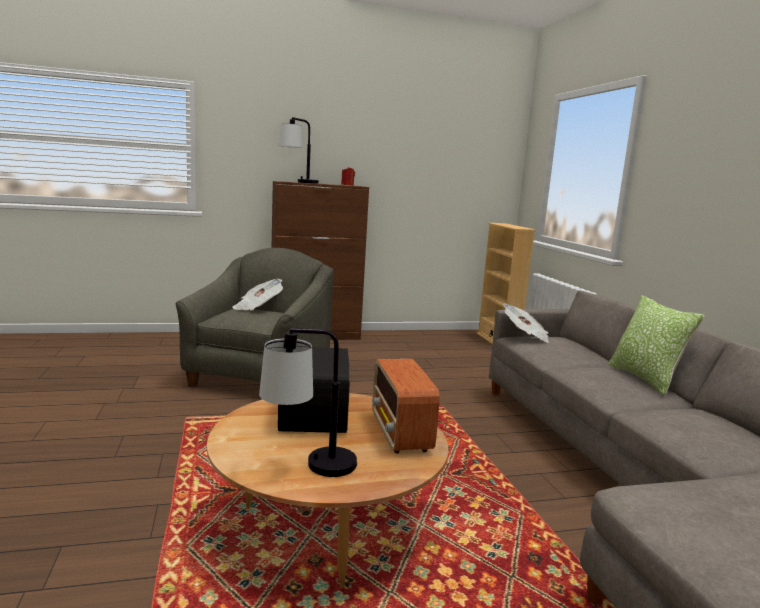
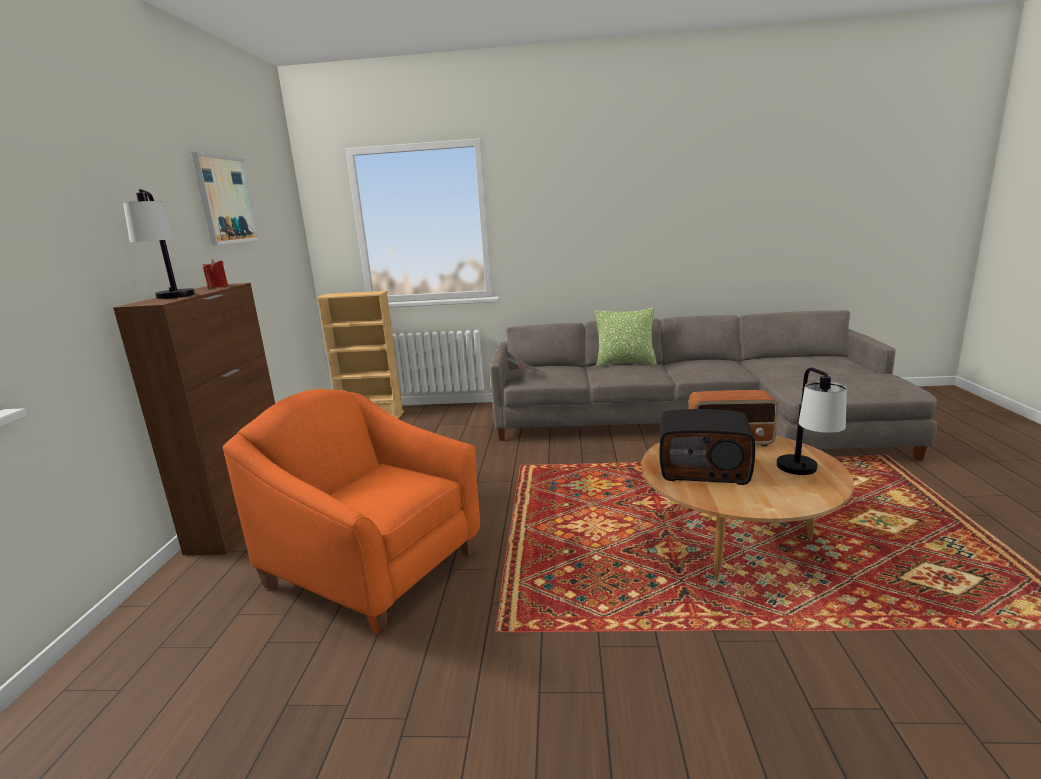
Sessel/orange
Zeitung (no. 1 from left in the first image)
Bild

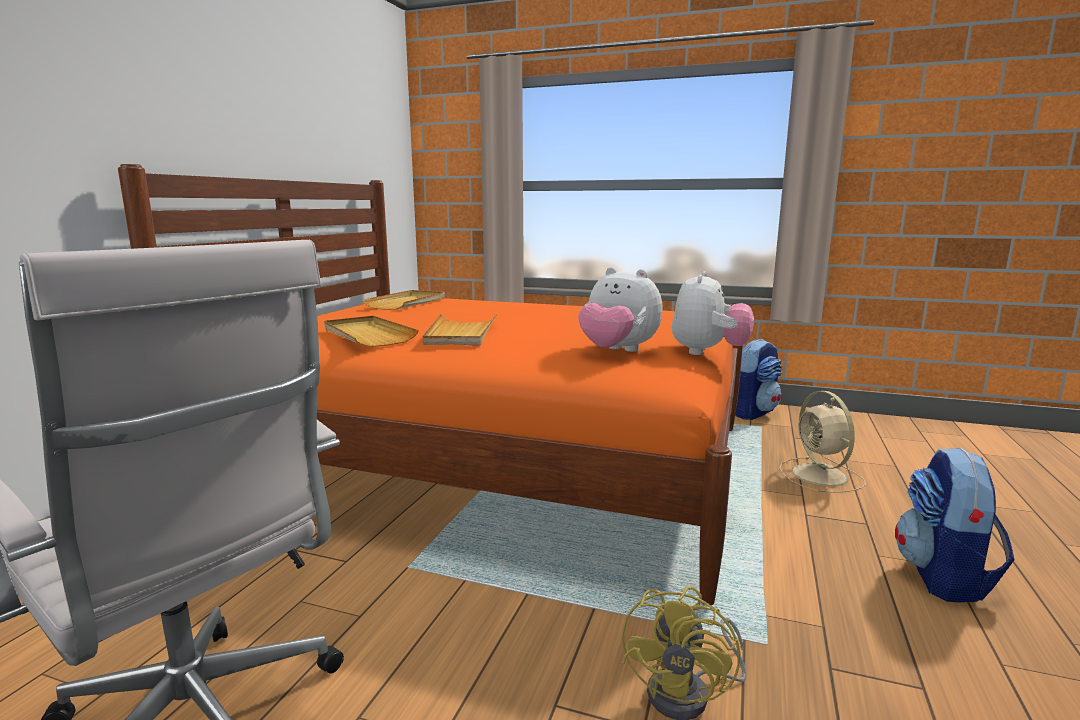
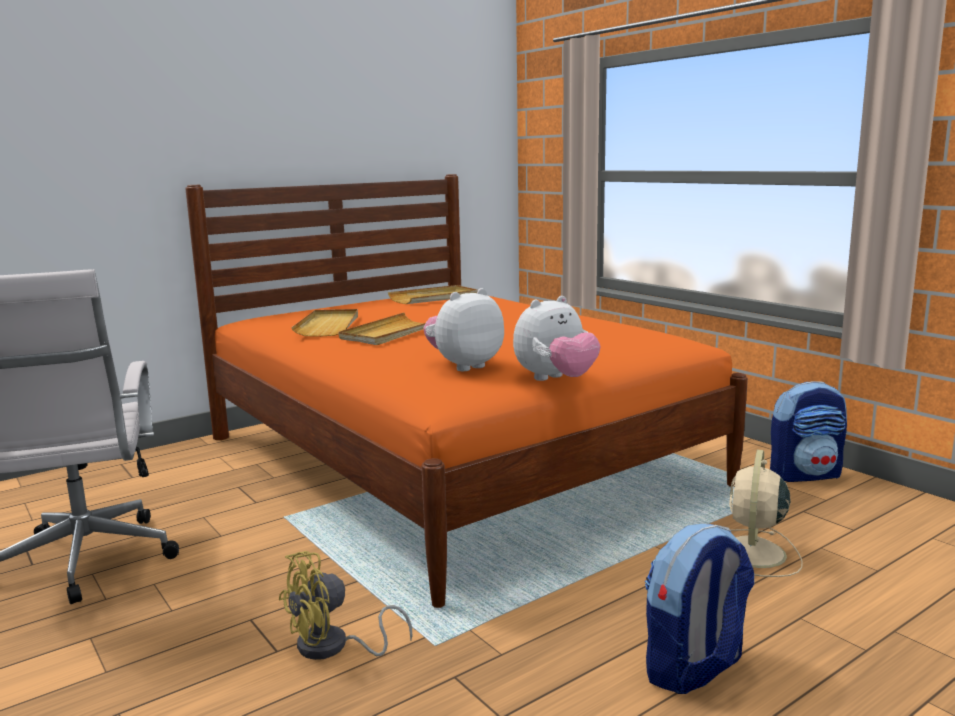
Plüschtier (no. 1 from left)

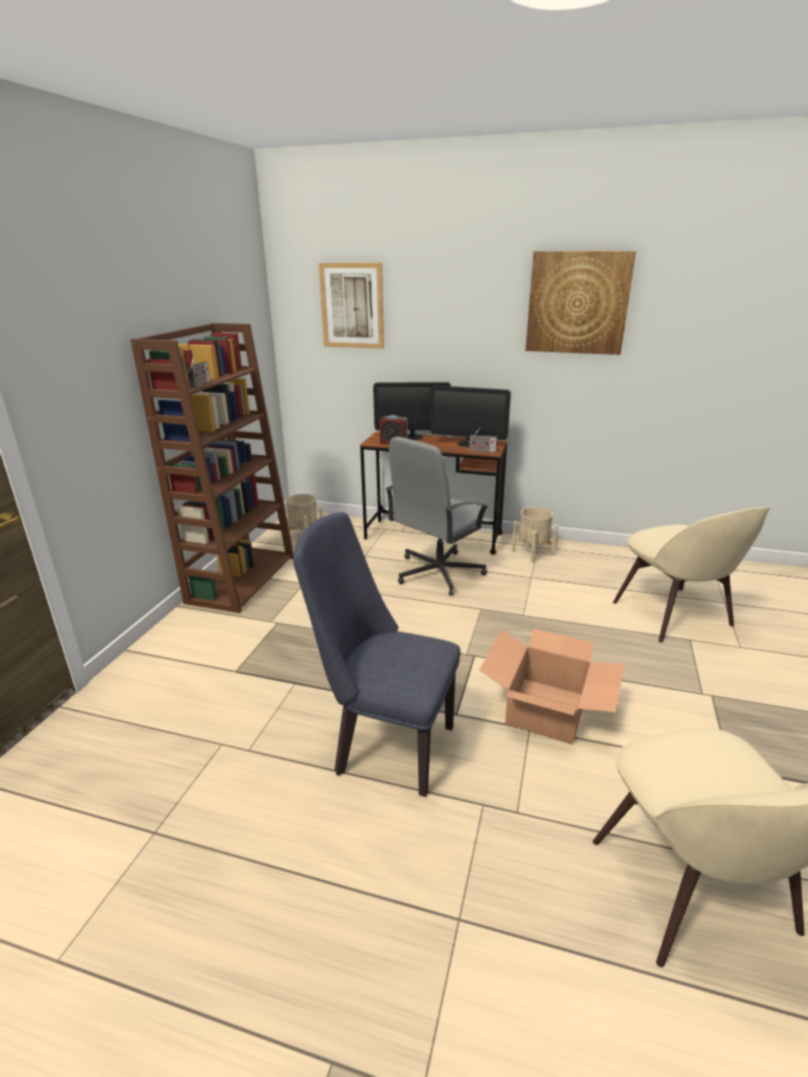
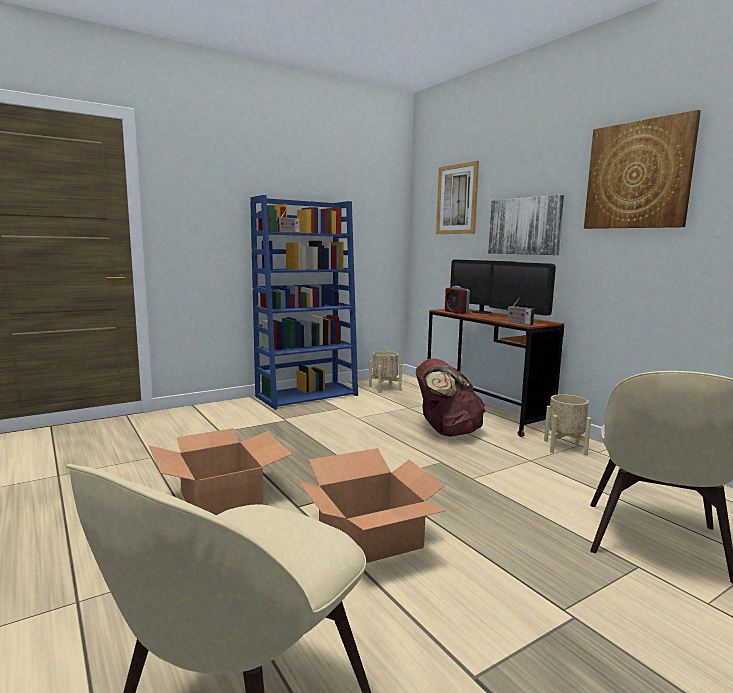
Bücherregal/blau
Rucksack/braun
Karton (no. 1 from left)
Bild (no. 2 from left)

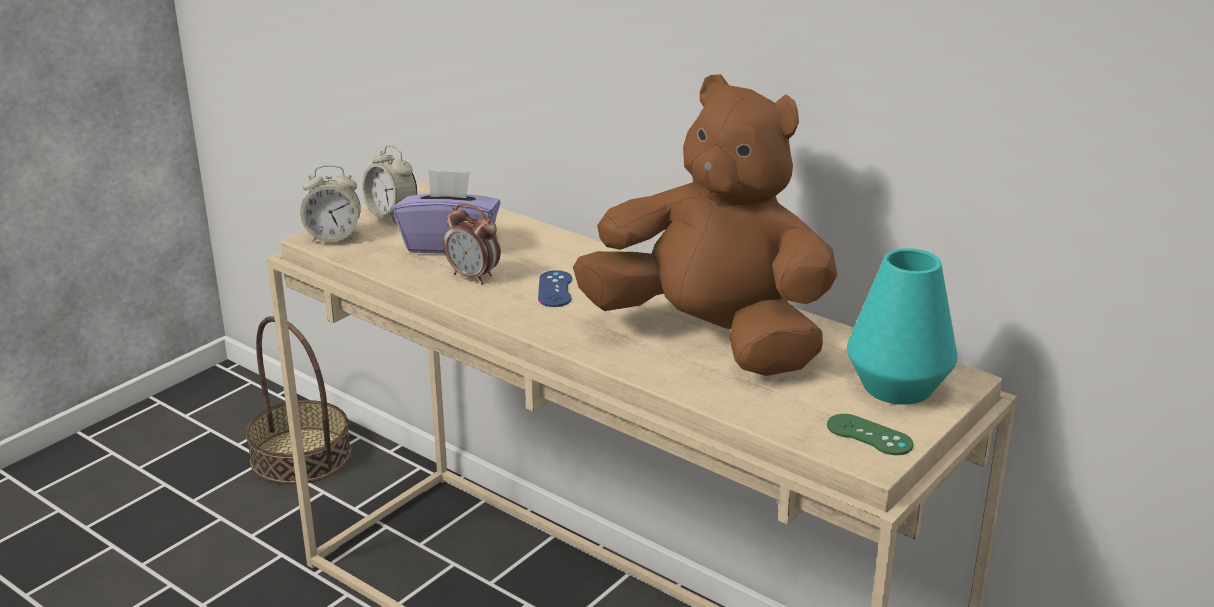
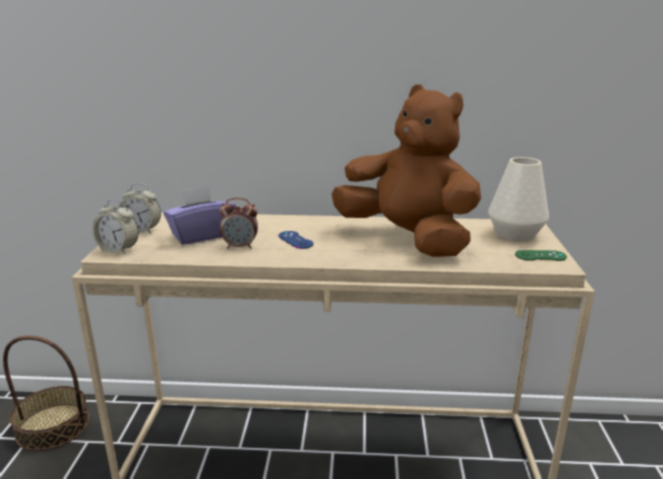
Plüschtier/braun
Wecker (no. 1 from left)
Vase/weiß

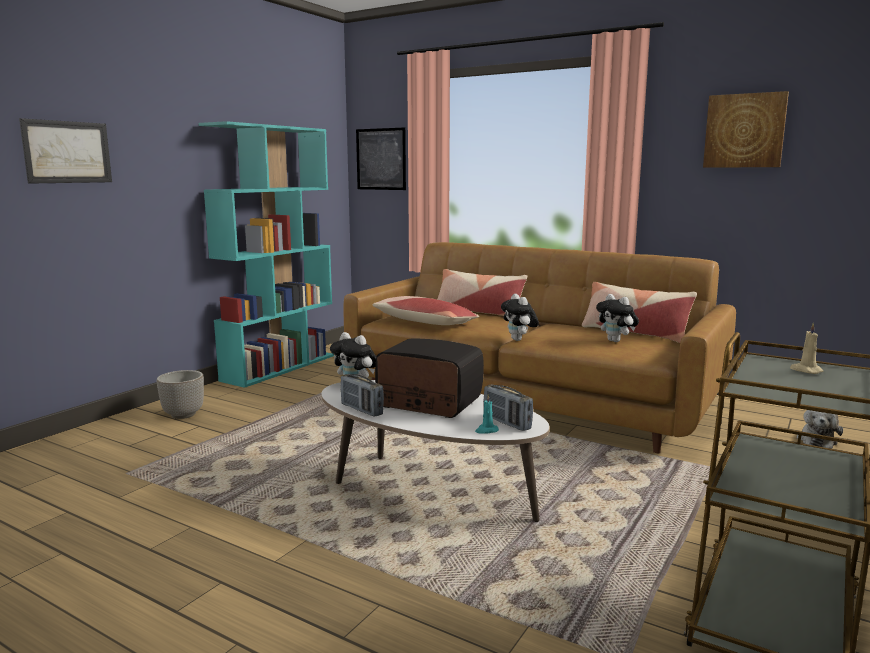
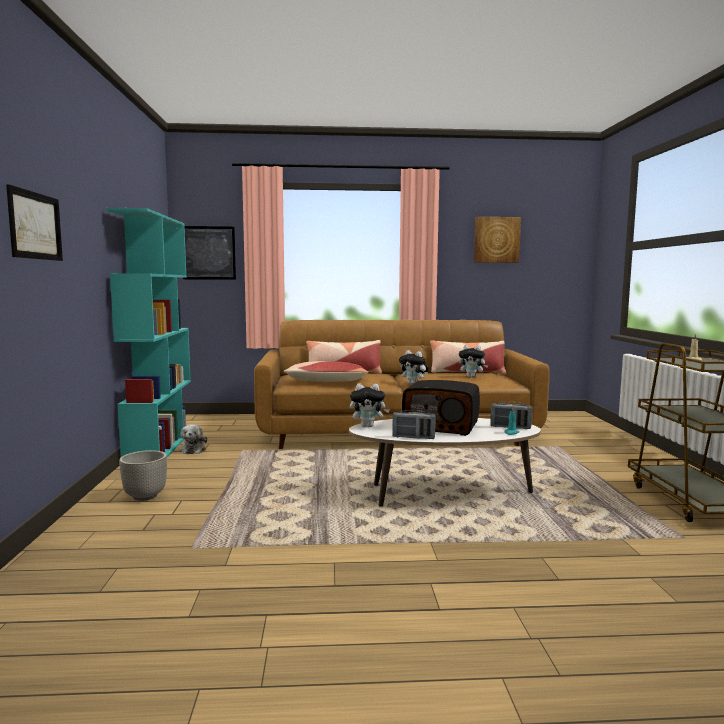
Radio (no. 2 from left)
Plüschtier (no. 1 from left)

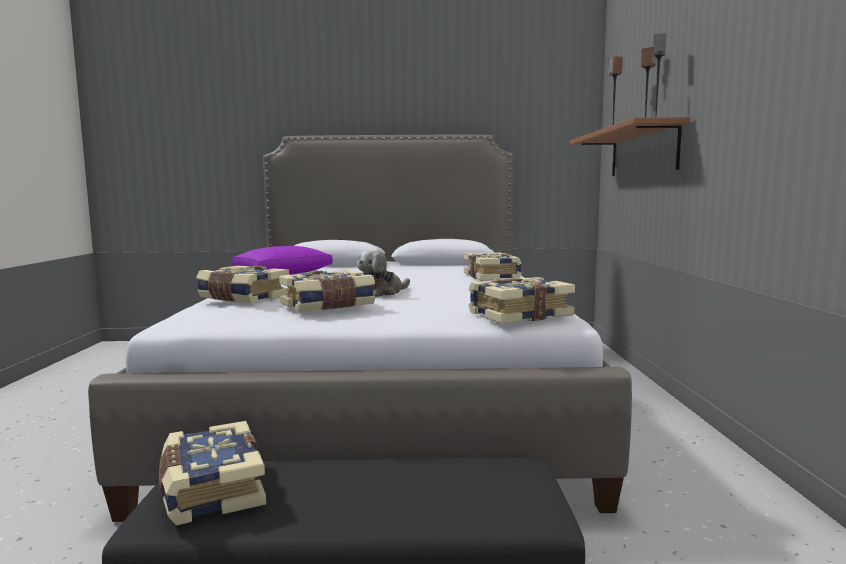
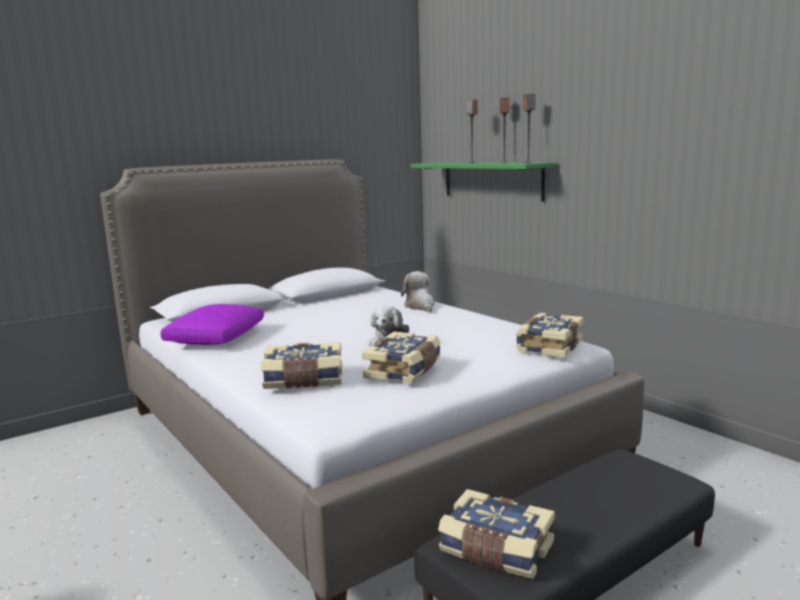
Wandregal/grün
Plüschtier (no. 2 from left)

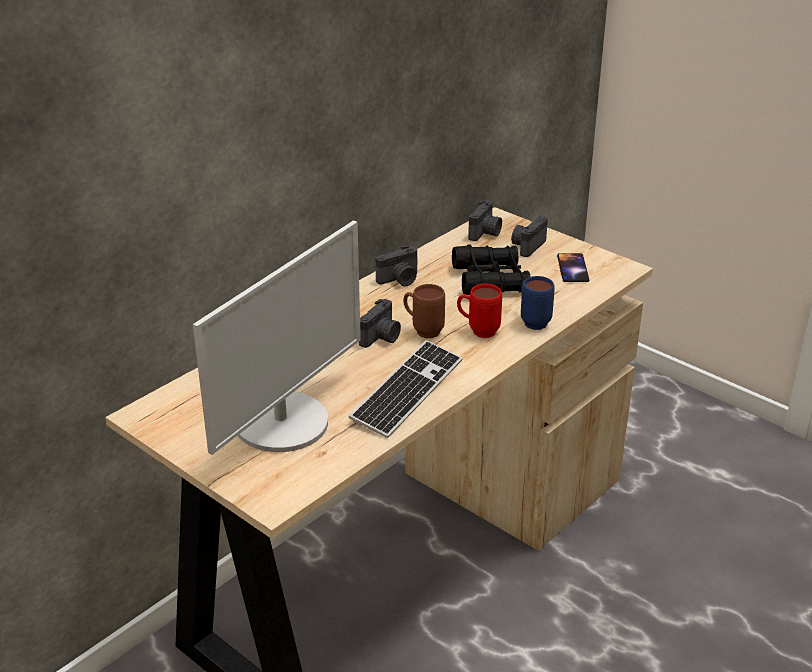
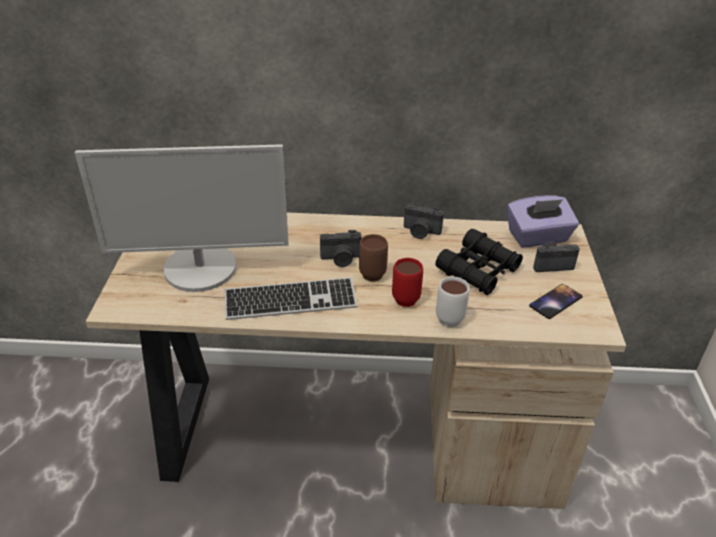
Taschentuchbox/lila
Henkelbecher/weiß

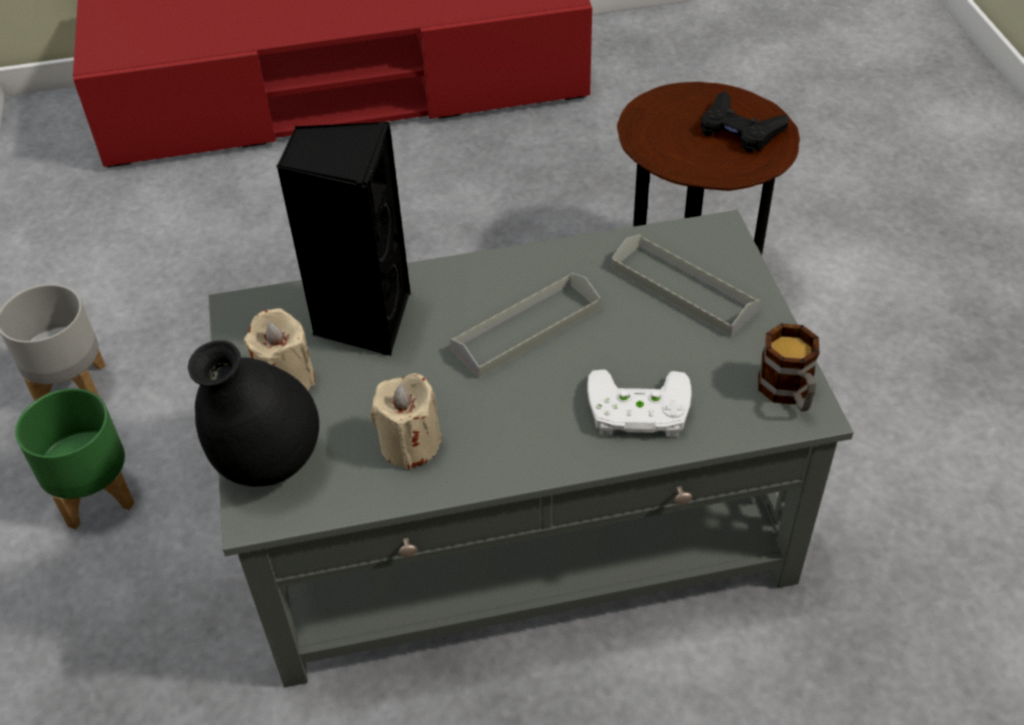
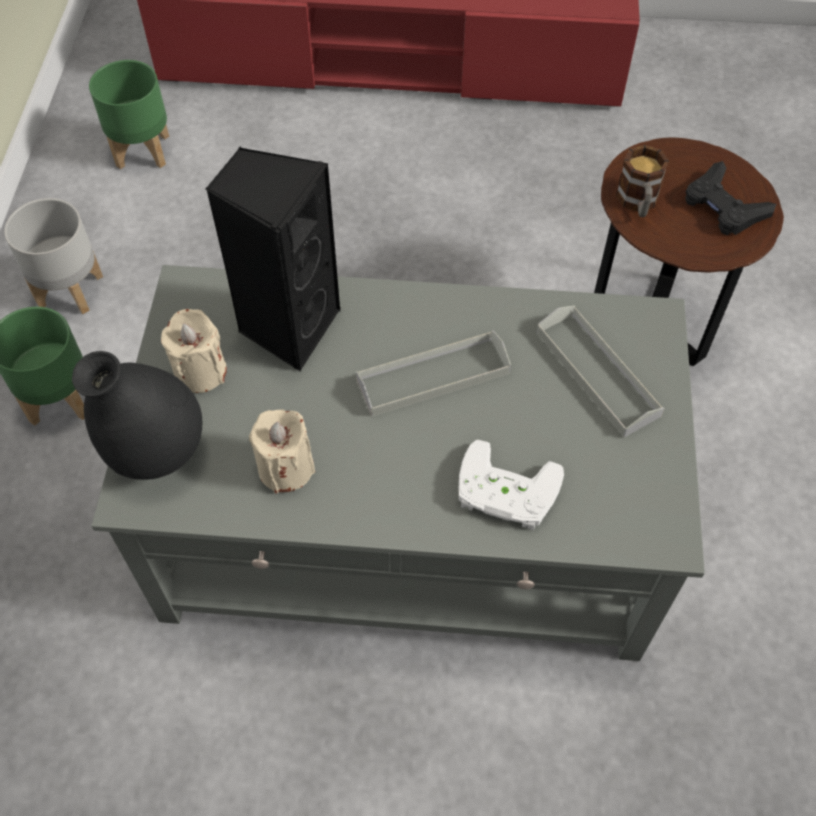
Henkelbecher
Pflanzkübel/grün (no. 2 from left)

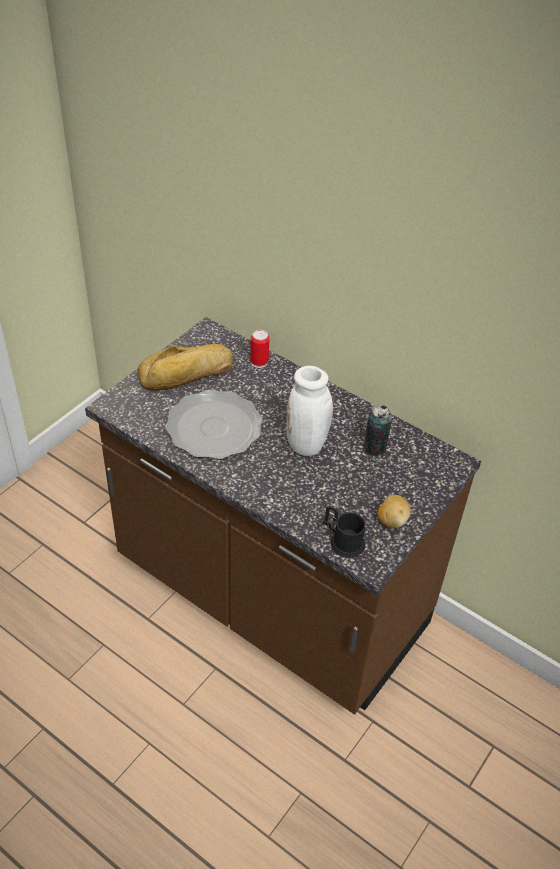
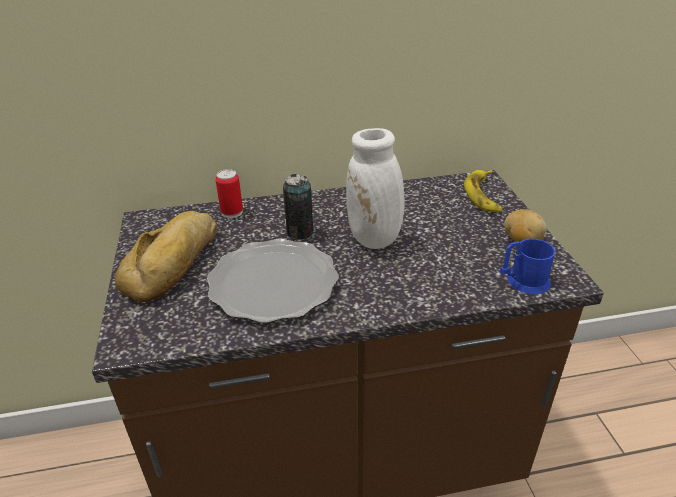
Dose (no. 2 from left)
Henkelbecher/blau
Banane

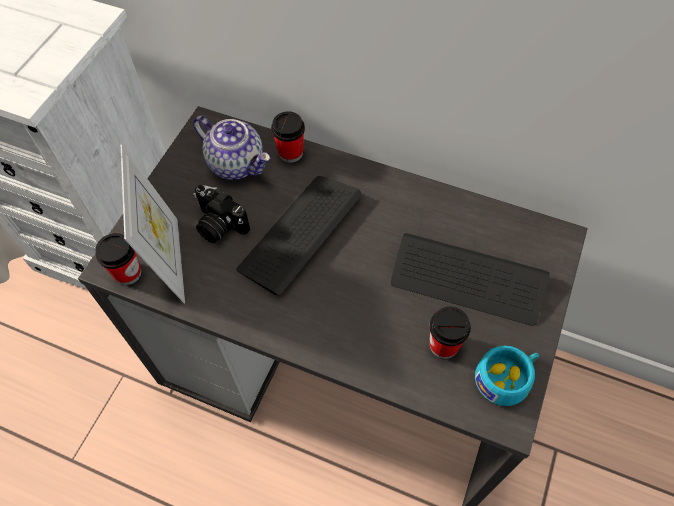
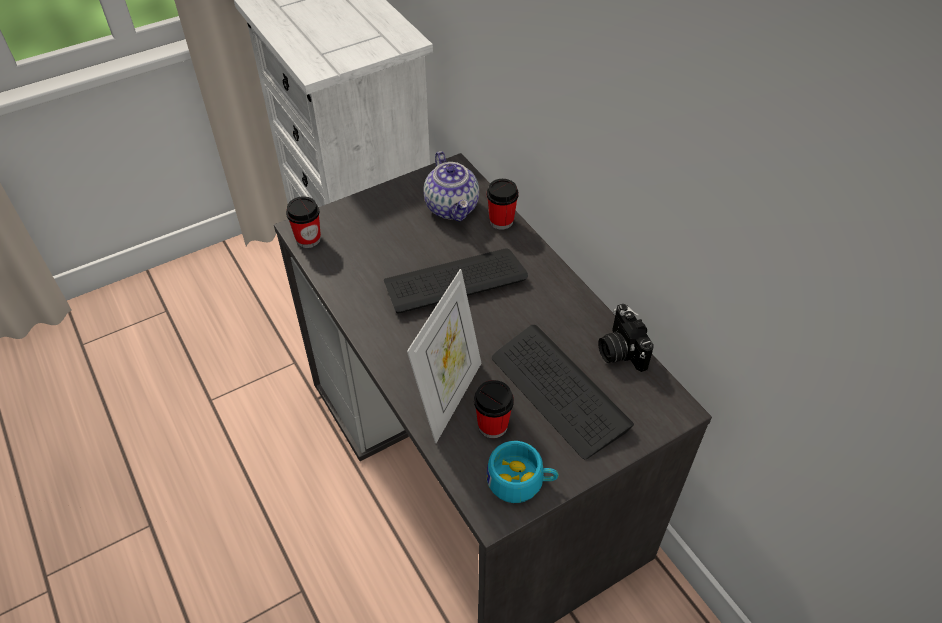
Bilderrahmen
Kamera

